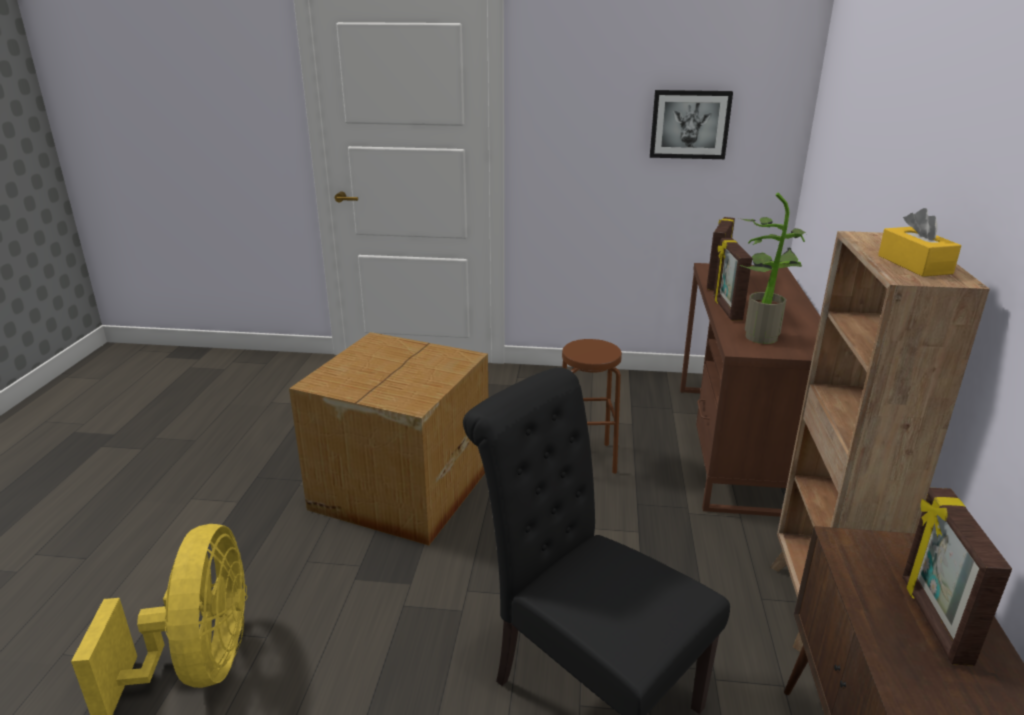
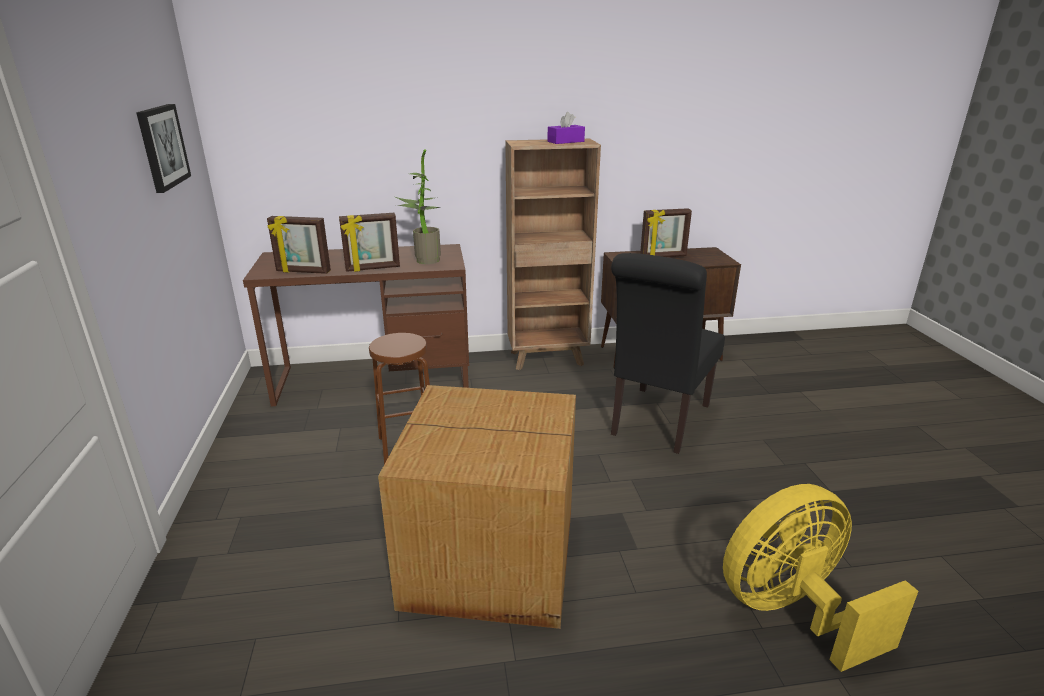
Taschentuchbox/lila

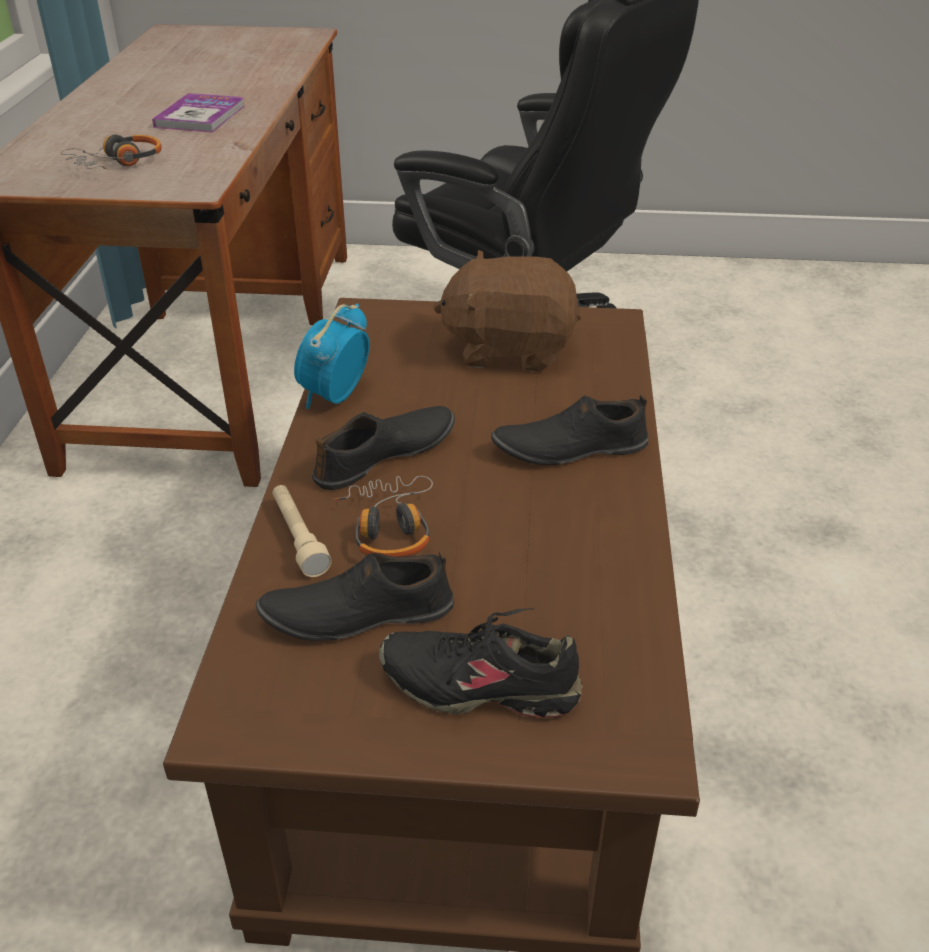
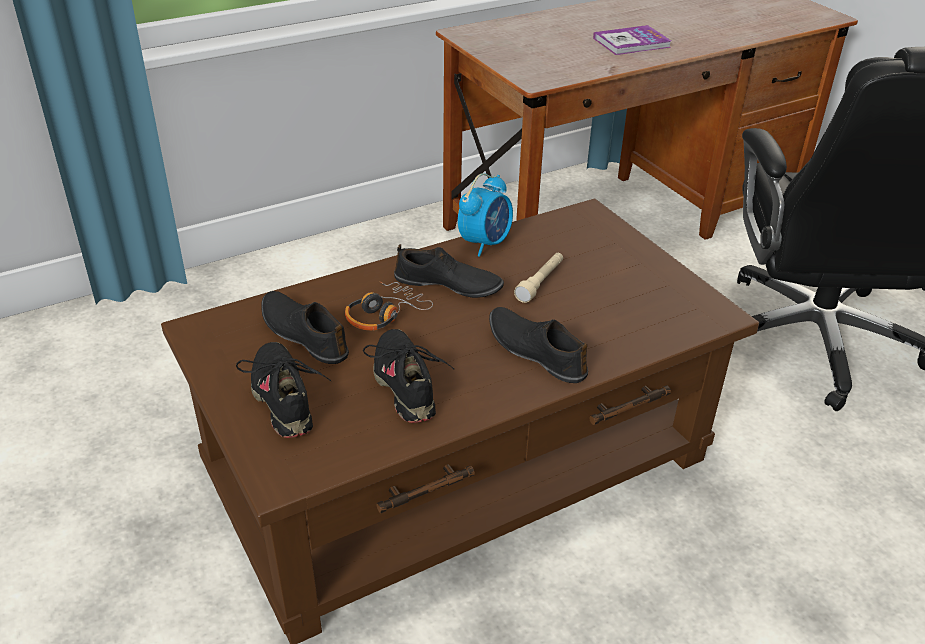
Kopfhörer (no. 1 from left in the first image)
Plüschtier/braun
Wecker
Taschenlampe/beige
Schuh/schwarz (no. 3 from left)

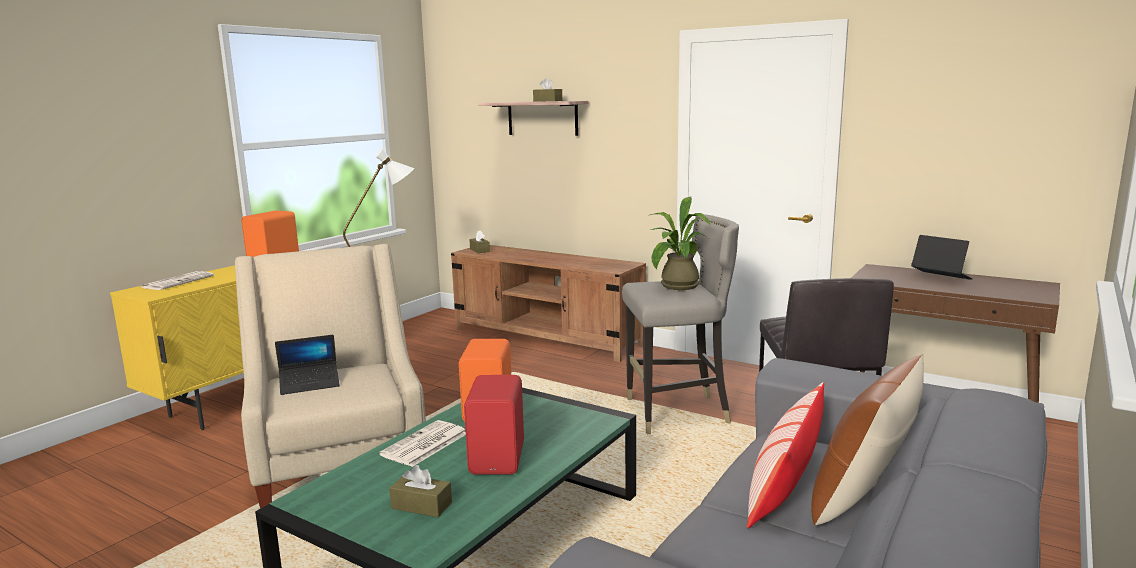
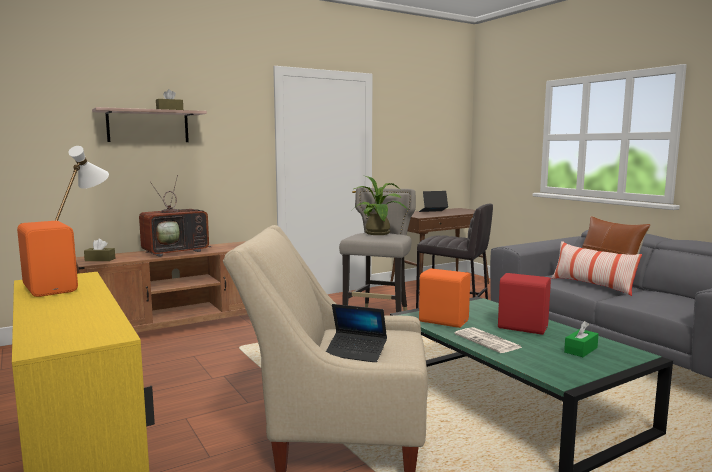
Zeitung (no. 1 from left in the first image)
Laptop (no. 1 from left)
Taschentuchbox/grün
Fernseher

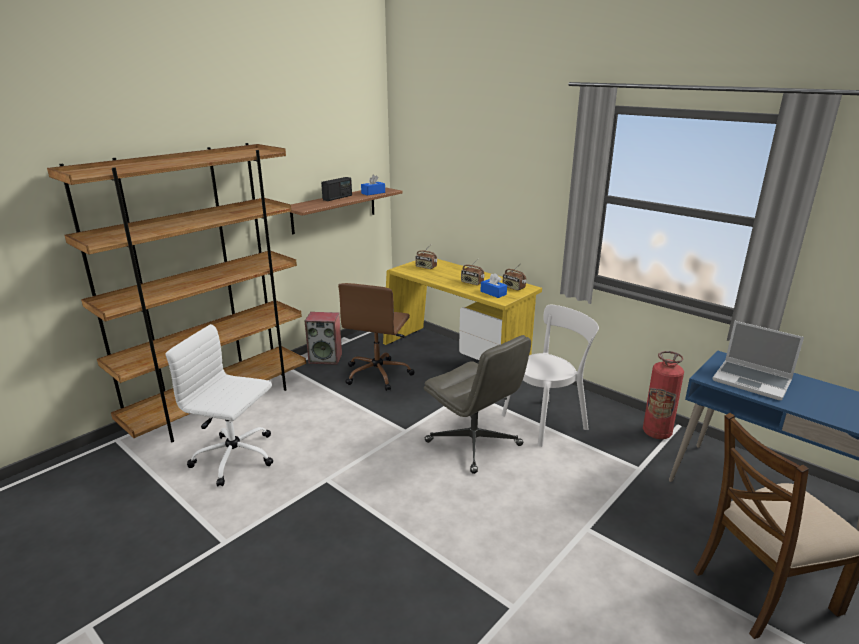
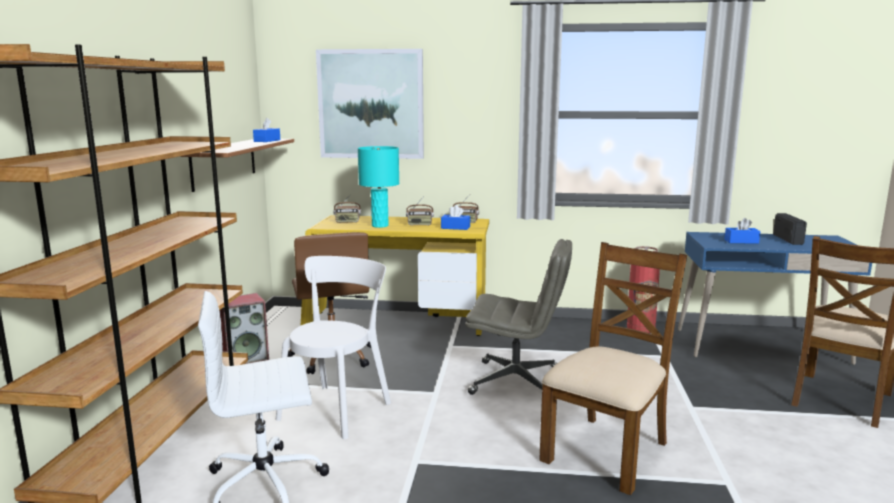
Radio (no. 4 from left)
Stuhl/weiß
Taschentuchbox/blau (no. 3 from left)
Bild
Tischlampe/türkis
Stuhl/braun (no. 1 from left)

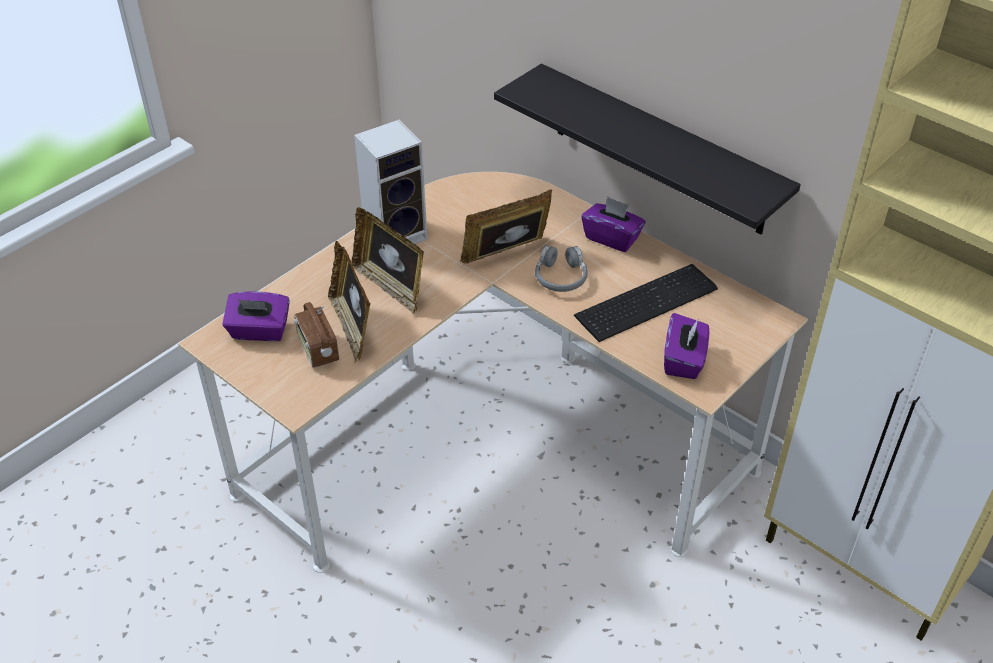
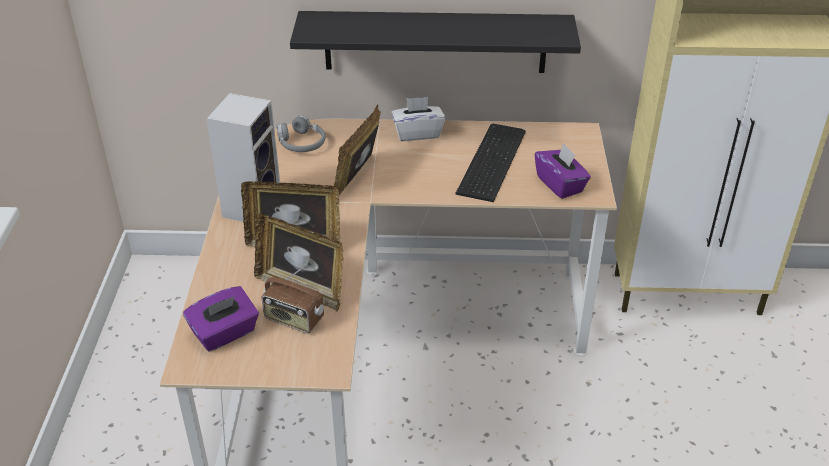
Taschentuchbox/weiß
Kopfhörer/grau

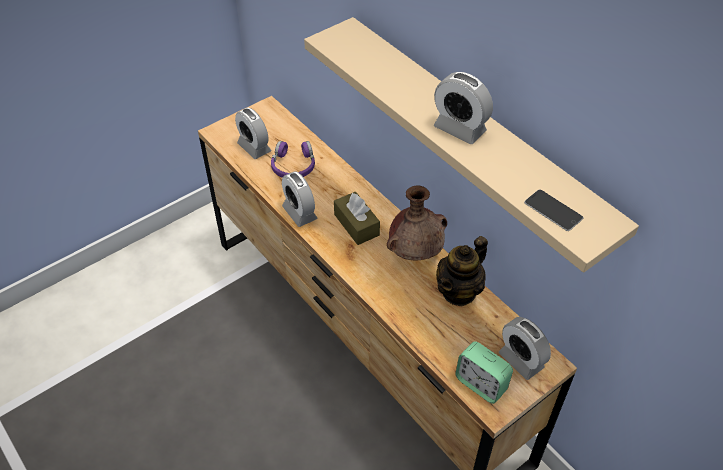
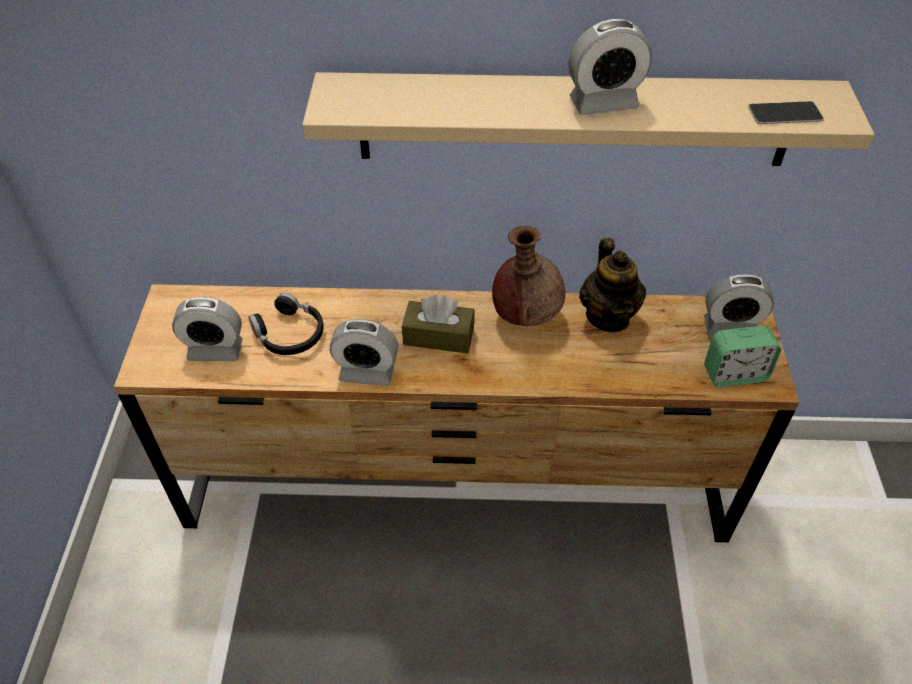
Kopfhörer/schwarz

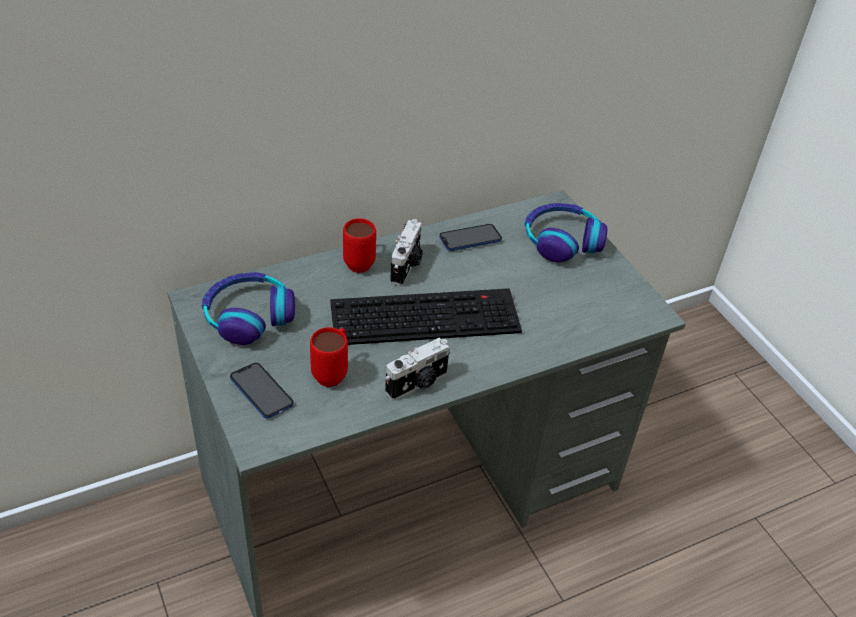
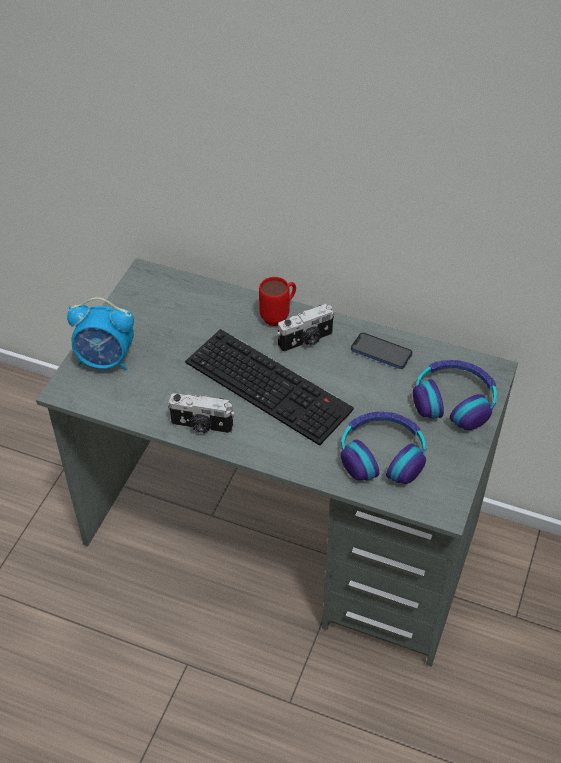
Kopfhörer (no. 1 from left)
Henkelbecher/rot (no. 1 from left in the first image)
Wecker

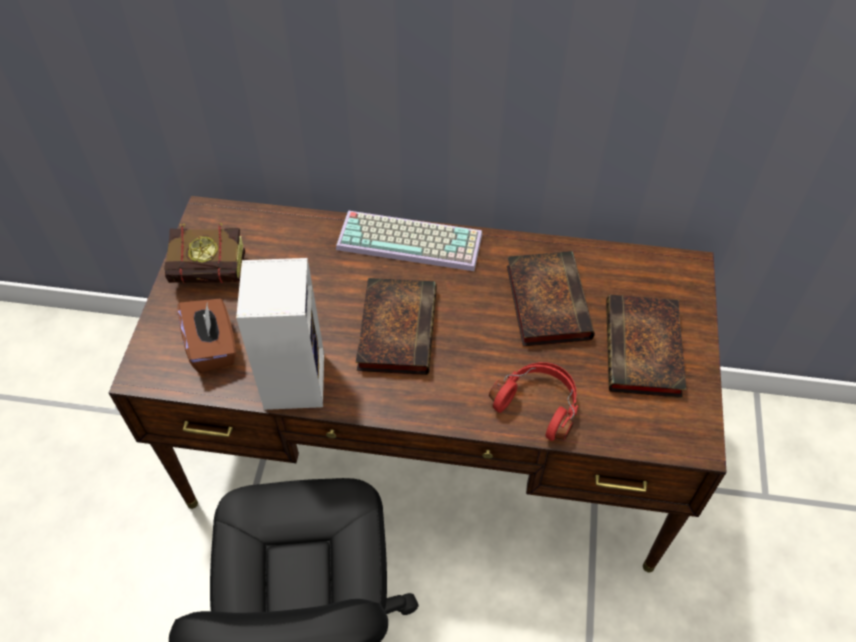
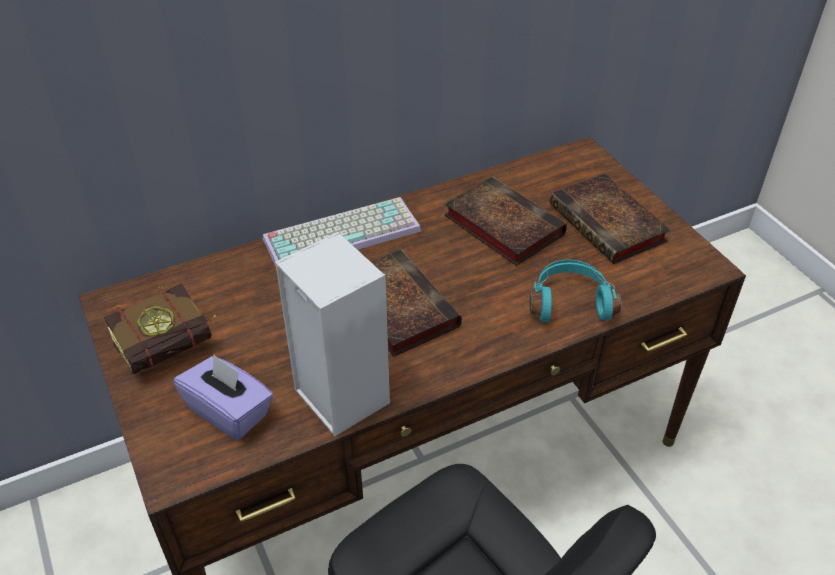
Taschentuchbox/lila
Kopfhörer/türkis

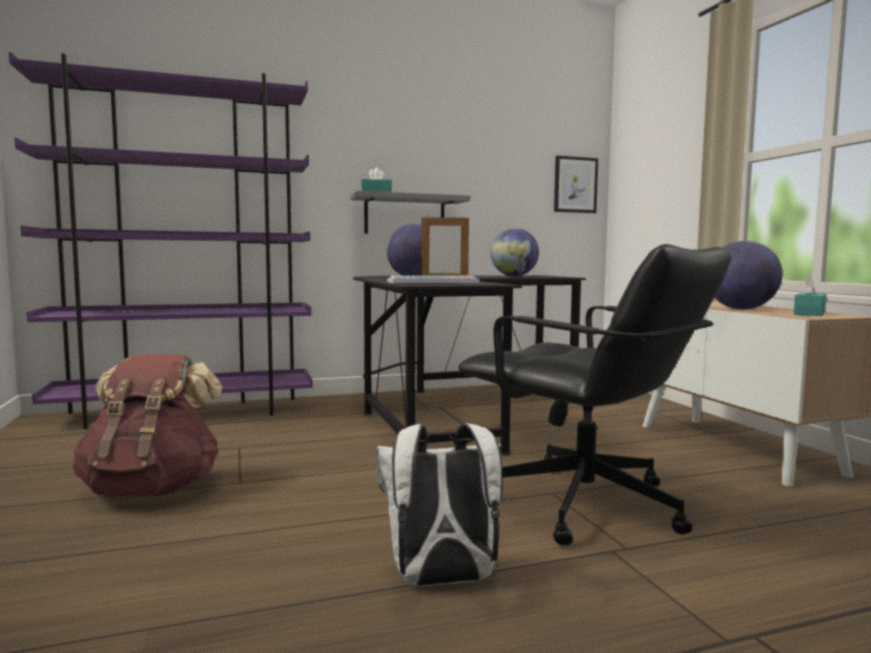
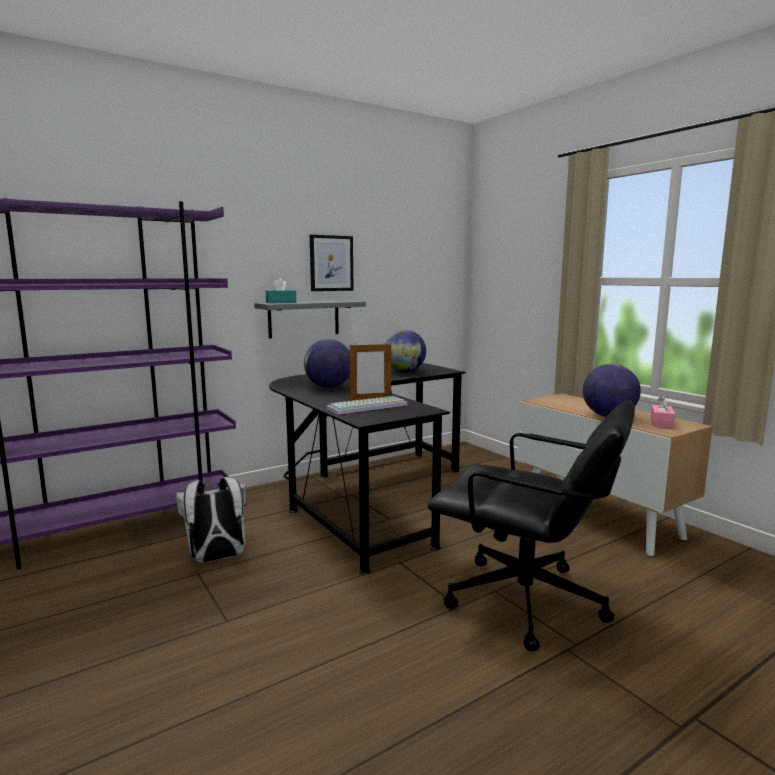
Bild
Taschentuchbox/rosa
Rucksack/braun
Rucksack/weiß

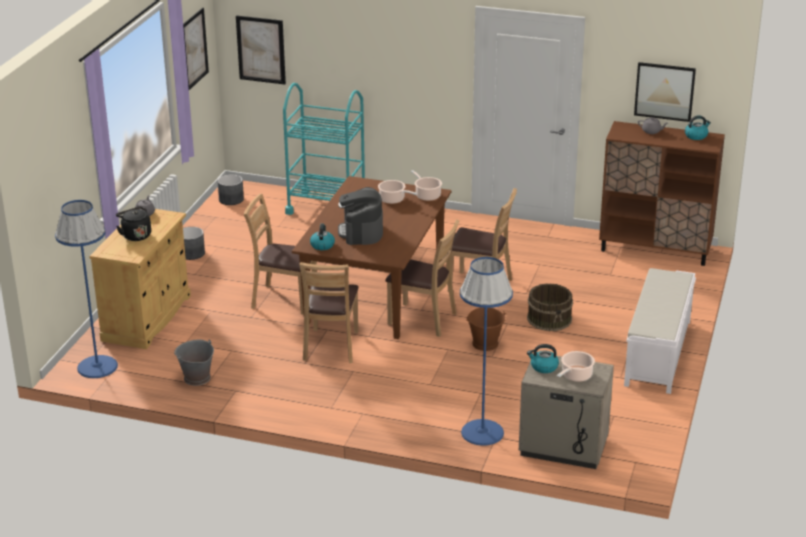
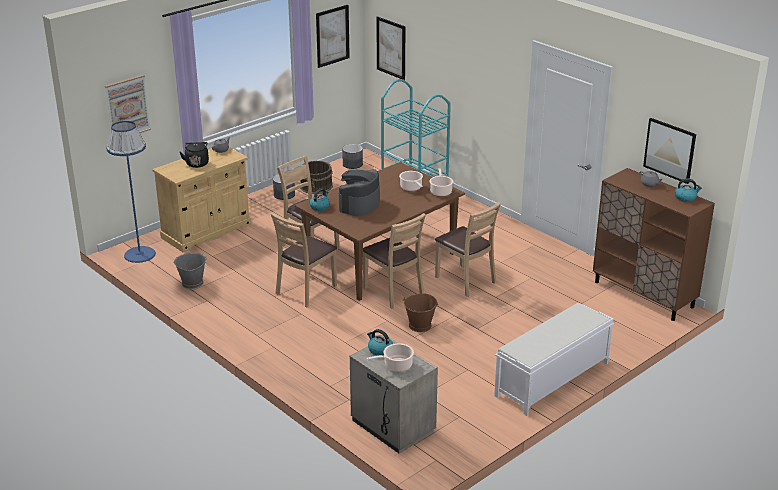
Stehlampe/blau (no. 2 from left in the first image)
Eimer/braun (no. 1 from left)
Bild (no. 1 from left)

